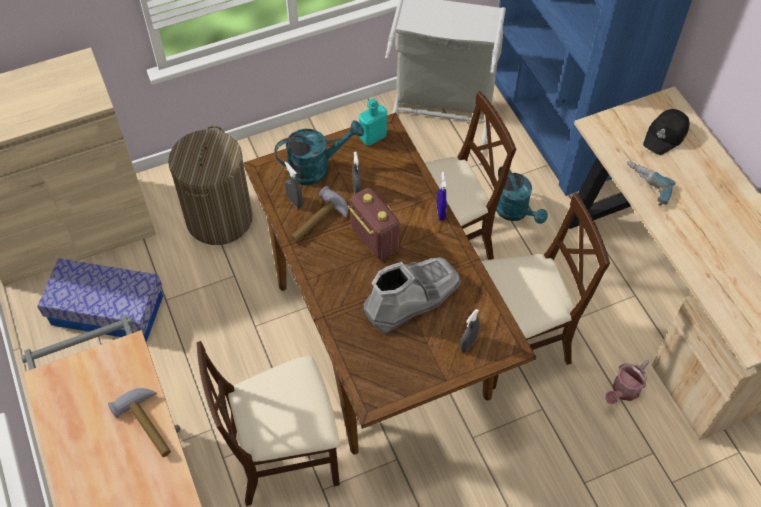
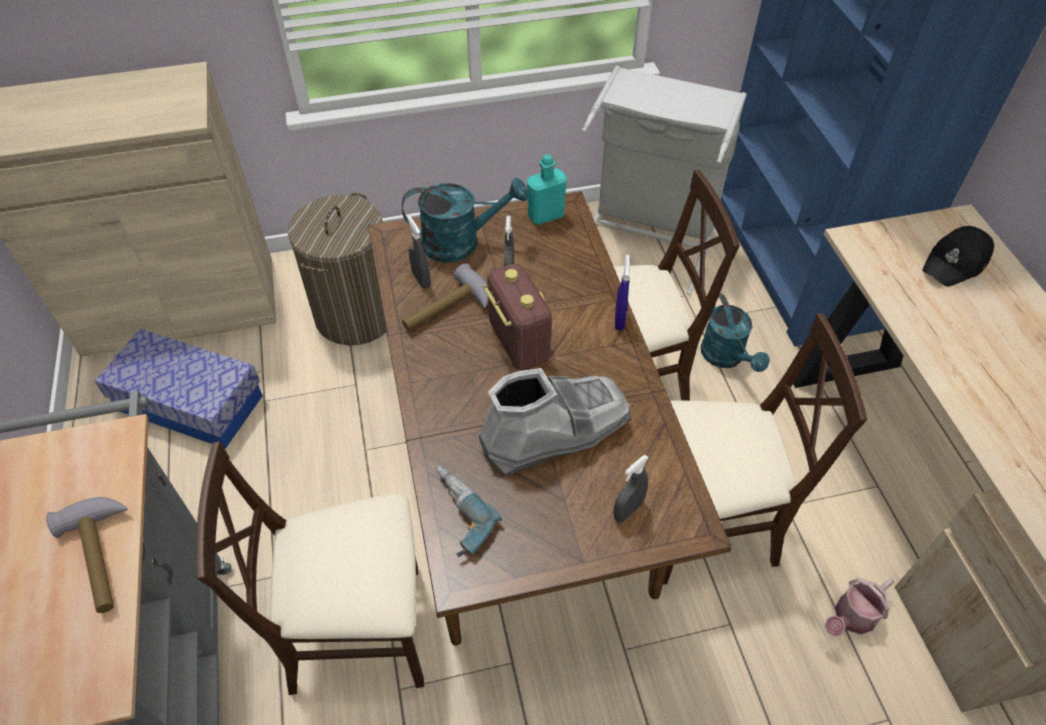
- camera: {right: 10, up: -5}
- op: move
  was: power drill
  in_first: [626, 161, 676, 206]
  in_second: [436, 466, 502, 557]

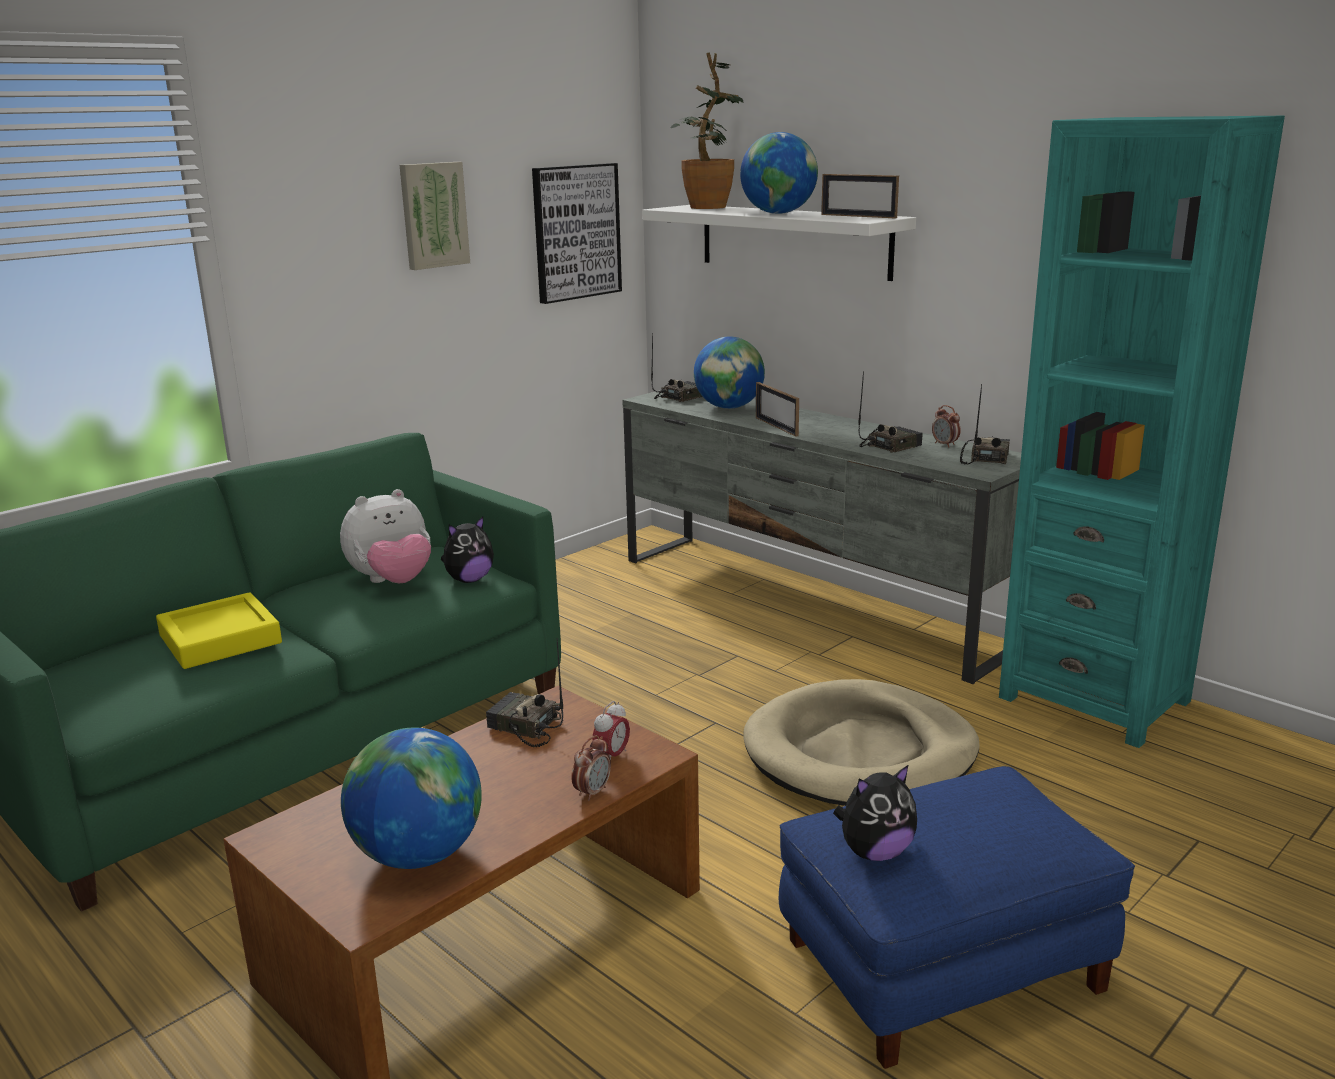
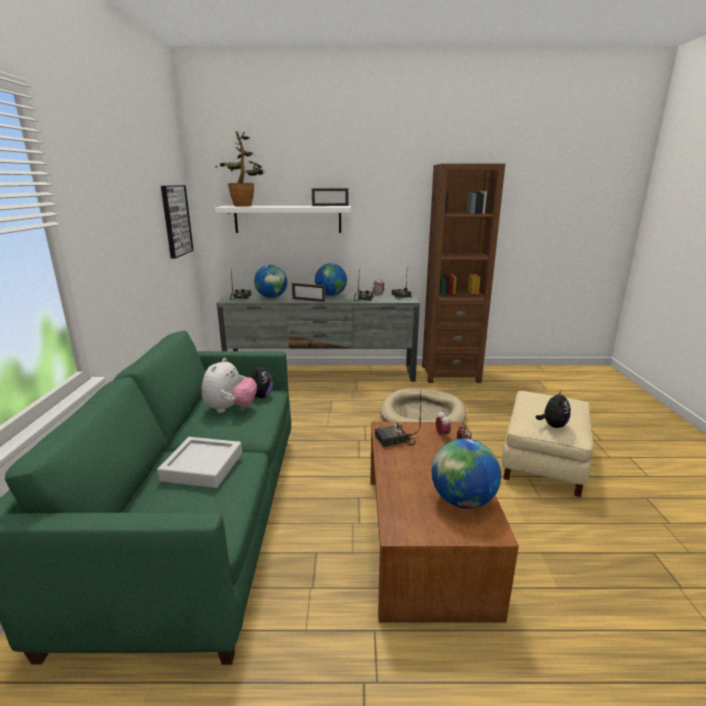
- camera: {right: -45, up: 0}
- op: recolor
  was: turquoise bookcase
  now: brown bookcase
  in_first: [999, 116, 1285, 748]
  in_second: [422, 164, 505, 383]
- op: move
  was: globe
  in_first: [740, 132, 818, 214]
  in_second: [315, 263, 347, 296]
- op: delete
  was: picture
  in_first: [400, 162, 470, 270]
- op: recolor
  was: yellow tray
  now: grey tray
  in_first: [156, 592, 282, 669]
  in_second: [157, 437, 242, 488]
- op: recolor
  was: blue ottoman
  now: beige ottoman
  in_first: [779, 766, 1135, 1069]
  in_second: [502, 391, 593, 497]

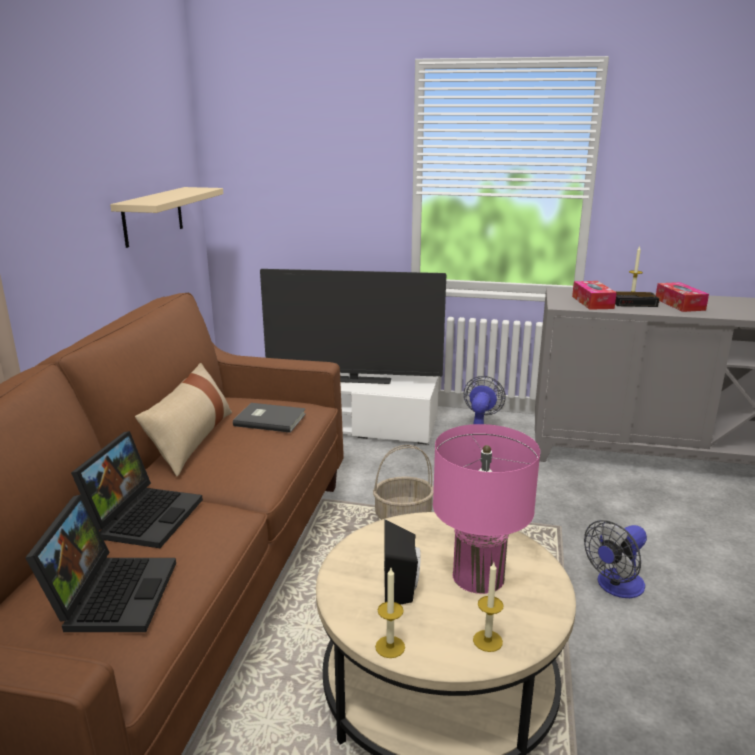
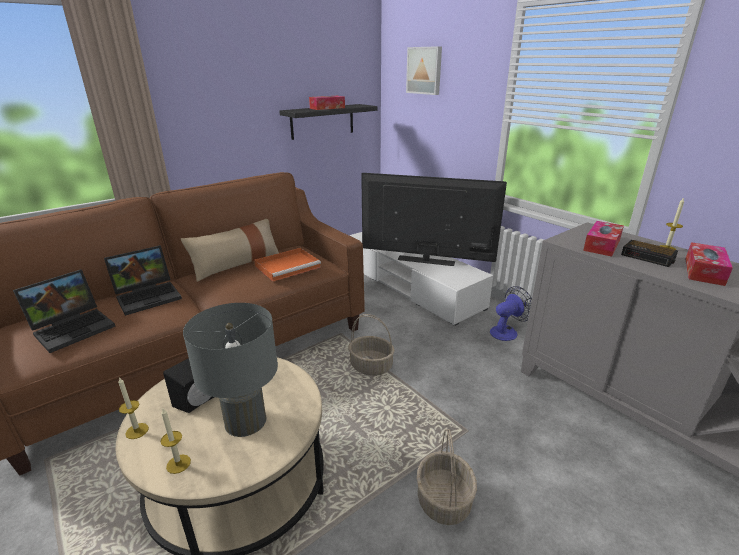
- camera: {right: 40, up: 5}
- op: recolor
  was: beige shelf
  now: black shelf
  in_first: [110, 187, 223, 248]
  in_second: [279, 104, 378, 140]
- op: rotate
  was: television
  in_first: [260, 269, 446, 384]
  in_second: [361, 173, 507, 266]
  clockwise: 150
- op: replace
  was: grey book
  now: orange tray
  in_first: [233, 403, 306, 433]
  in_second: [254, 248, 321, 281]
- op: recolor
  was: pink table lamp
  now: grey table lamp
  in_first: [433, 424, 540, 594]
  in_second: [183, 303, 278, 437]
- op: replace
  was: fan
  now: basket
  in_first: [584, 520, 647, 598]
  in_second: [417, 429, 477, 525]
- op: insert
  now: picture
  in_second: [406, 46, 442, 95]
- op: insert
  now: tissue box
  in_second: [309, 96, 345, 110]

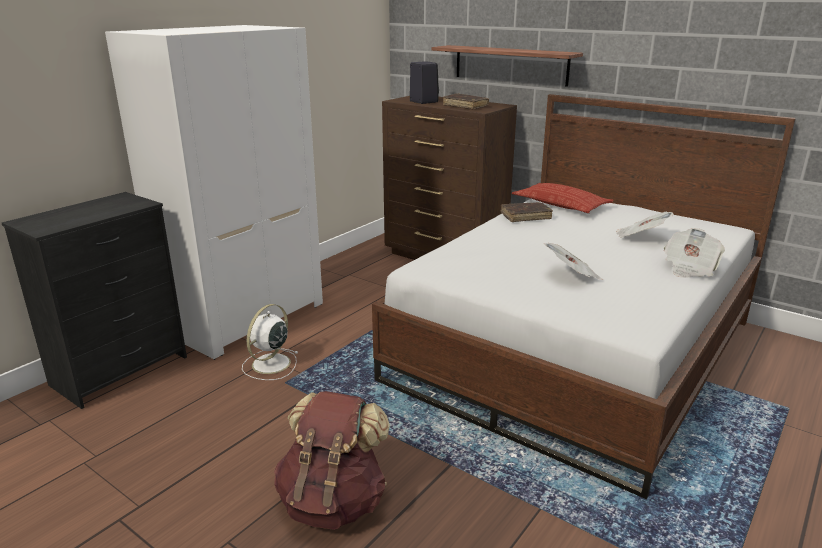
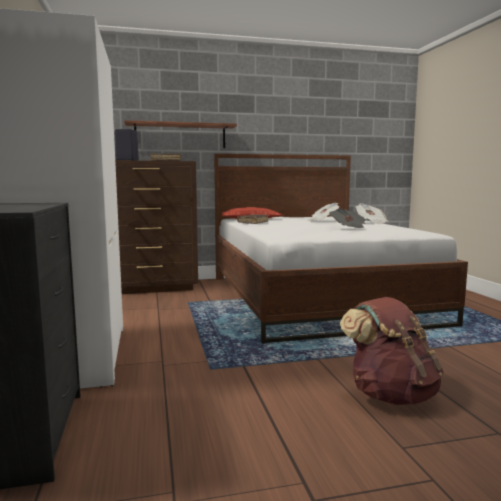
- camera: {right: -50, up: -15}
- op: delete
  was: white fan
  in_first: [242, 304, 299, 380]

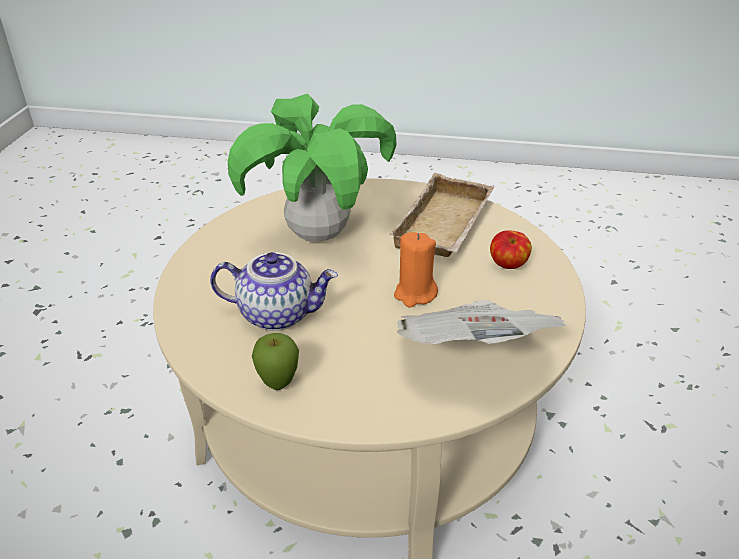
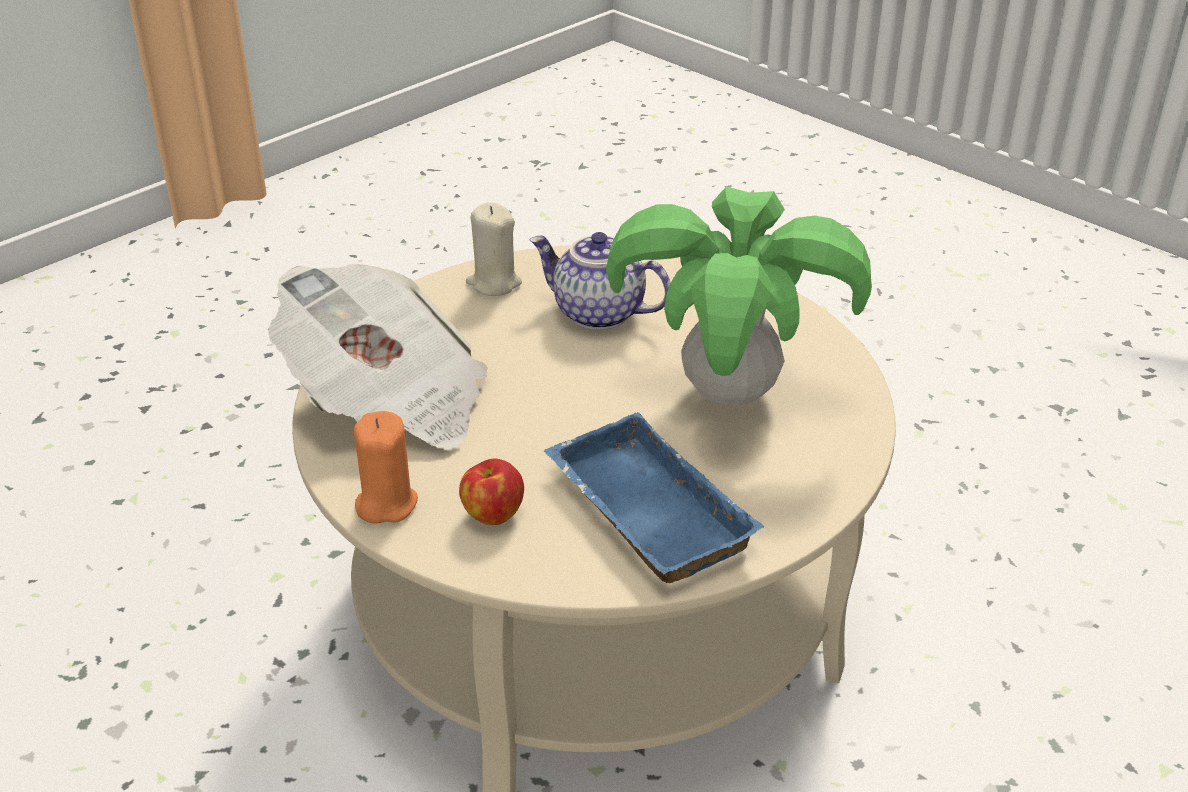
- camera: {right: 125, up: 0}
- op: recolor
  was: beige tray
  now: blue tray
  in_first: [389, 173, 494, 257]
  in_second: [544, 412, 764, 583]
- op: move
  was: orange candle
  in_first: [394, 232, 438, 307]
  in_second: [354, 411, 418, 524]
- op: rotate
  was: teapot
  in_first: [210, 252, 338, 331]
  in_second: [530, 232, 670, 330]
  clockwise: 75
- op: replace
  was: apple
  now: beige candle
  in_first: [252, 333, 299, 390]
  in_second: [466, 202, 522, 296]

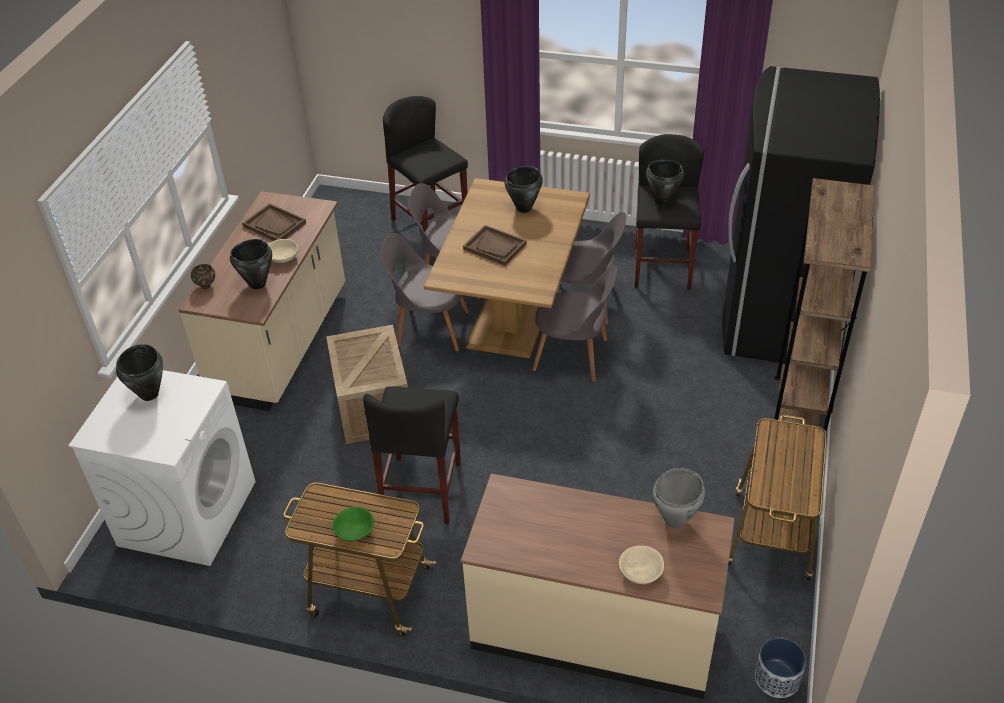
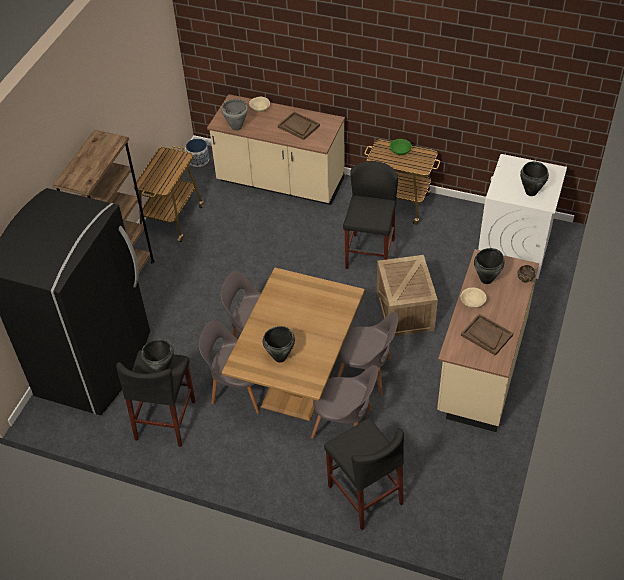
- camera: {right: -175, up: 5}
- op: move
  was: brown tray
  in_first: [463, 225, 527, 266]
  in_second: [278, 112, 320, 140]

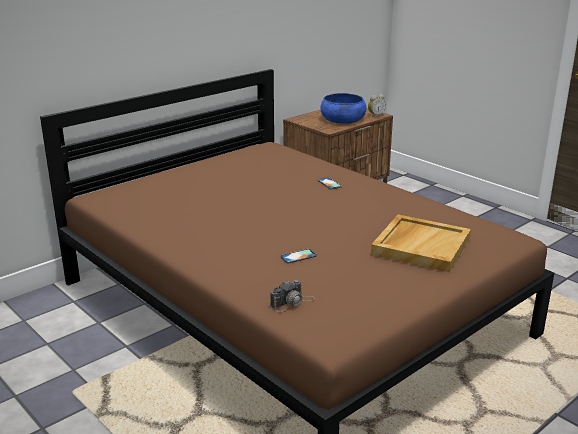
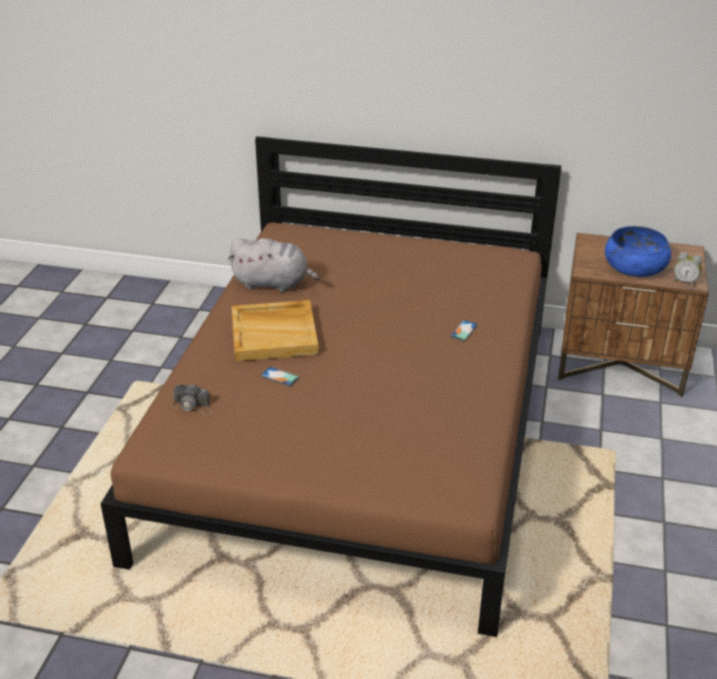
- camera: {right: 55, up: 10}
- op: move
  was: beige tray
  in_first: [371, 215, 471, 272]
  in_second: [231, 300, 319, 361]
- op: insert
  now: grey plush toy
  in_second: [228, 238, 320, 292]

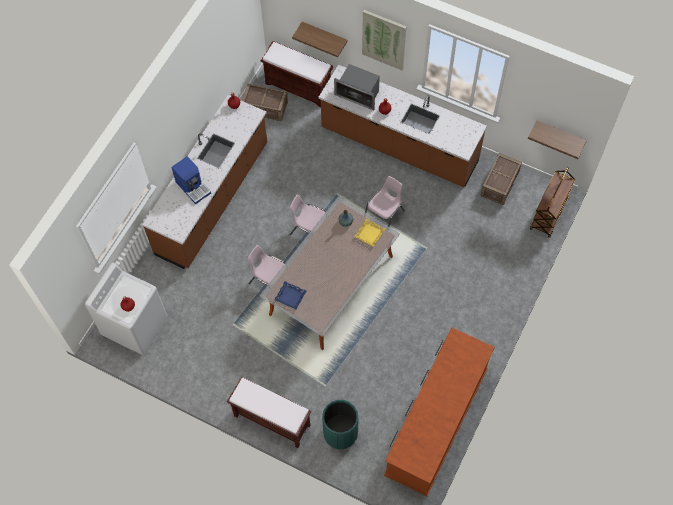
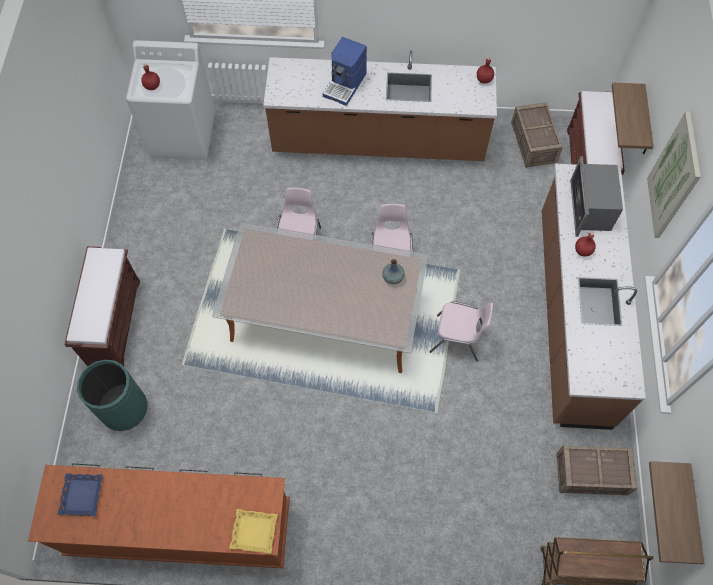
- camera: {right: 65, up: 0}
- op: move
  was: yellow tray
  in_first: [354, 218, 386, 247]
  in_second: [229, 509, 278, 554]
- op: move
  was: blue tray
  in_first: [274, 281, 306, 310]
  in_second: [57, 473, 103, 516]

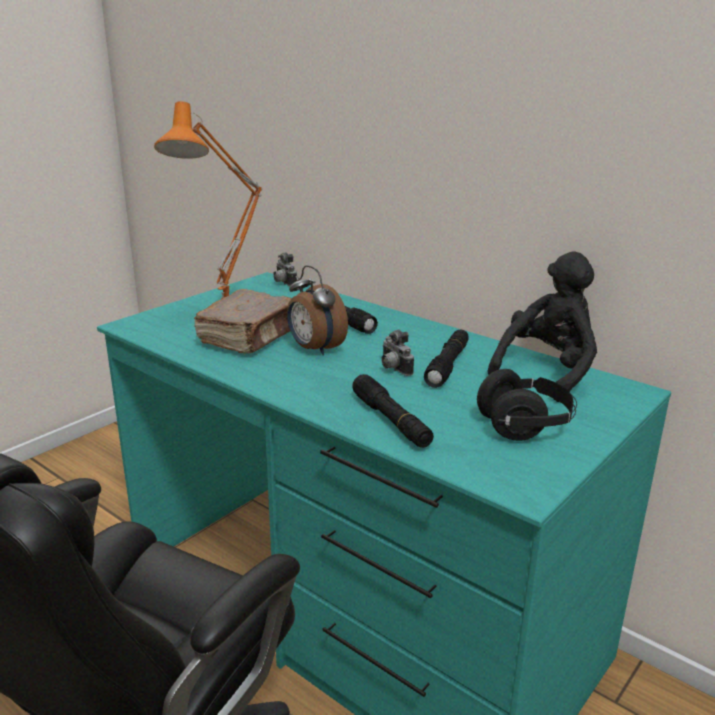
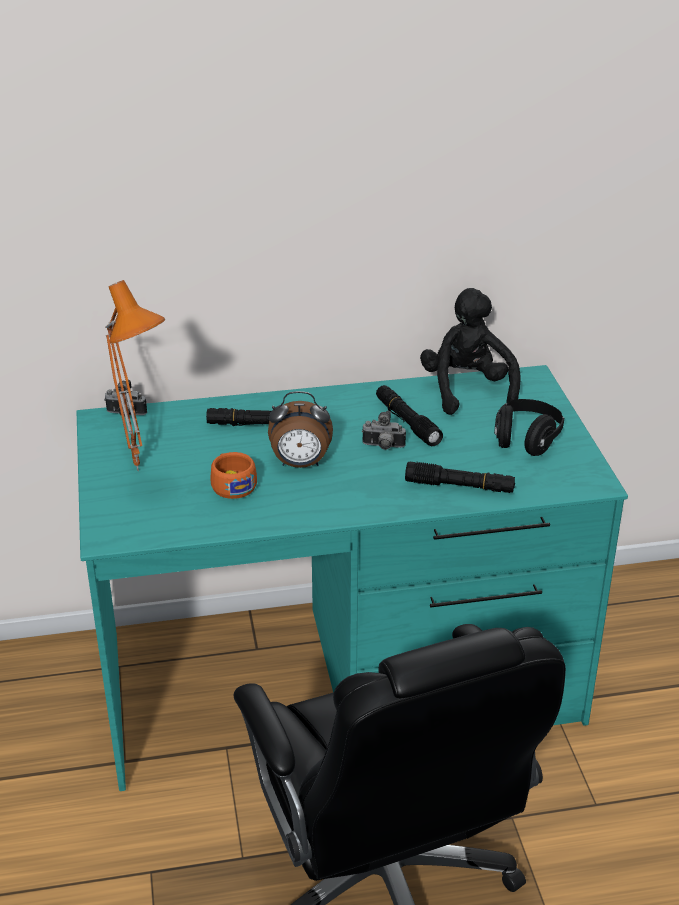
- camera: {right: -50, up: 10}
- op: replace
  was: brown book
  now: orange cup
  in_first: [194, 289, 292, 354]
  in_second: [211, 452, 257, 499]

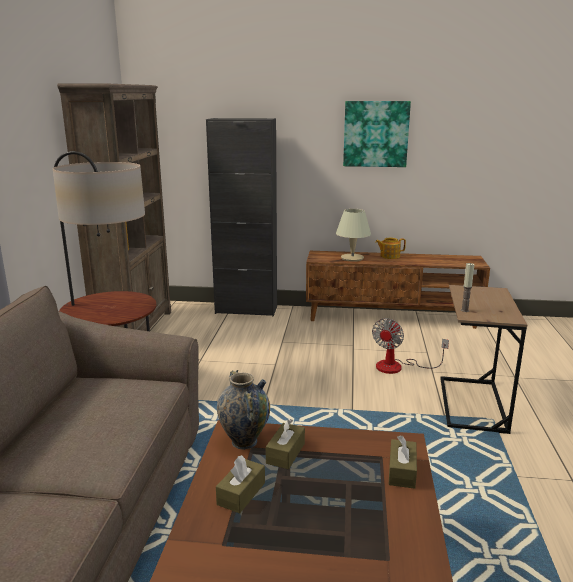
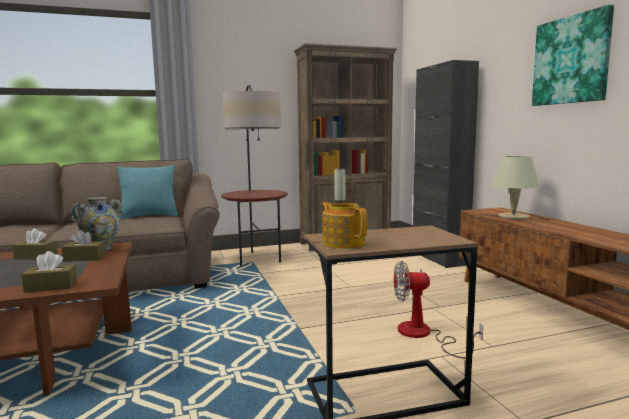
- camera: {right: 65, up: -10}
- op: move
  was: teapot
  in_first: [375, 238, 406, 259]
  in_second: [322, 202, 367, 249]
- op: insert
  now: turquoise pillow
  in_second: [117, 165, 178, 220]

